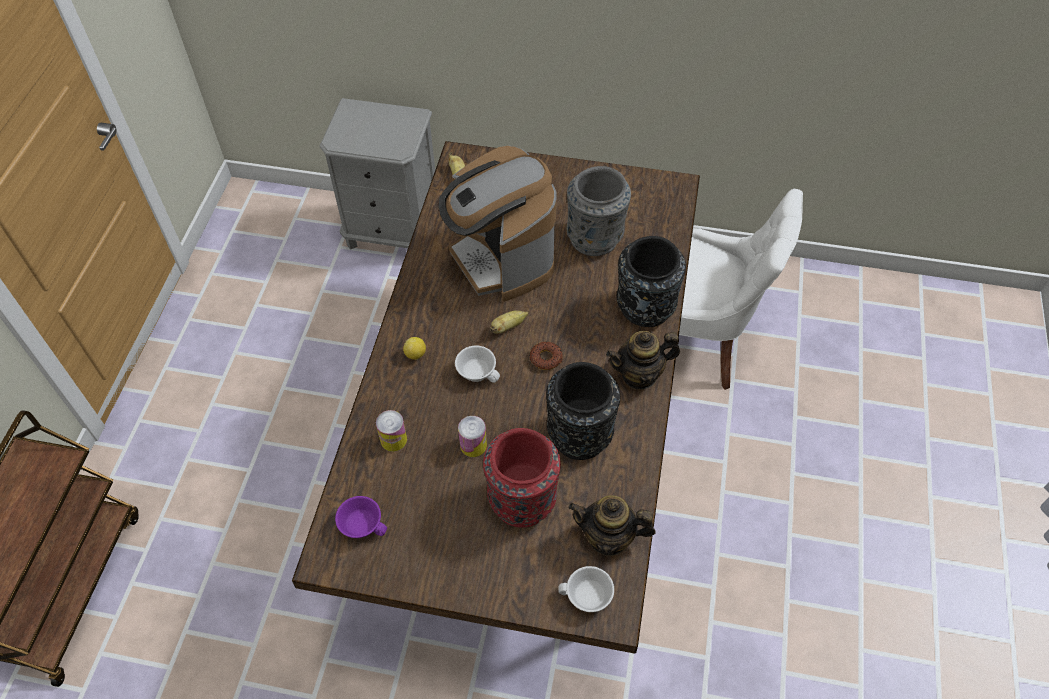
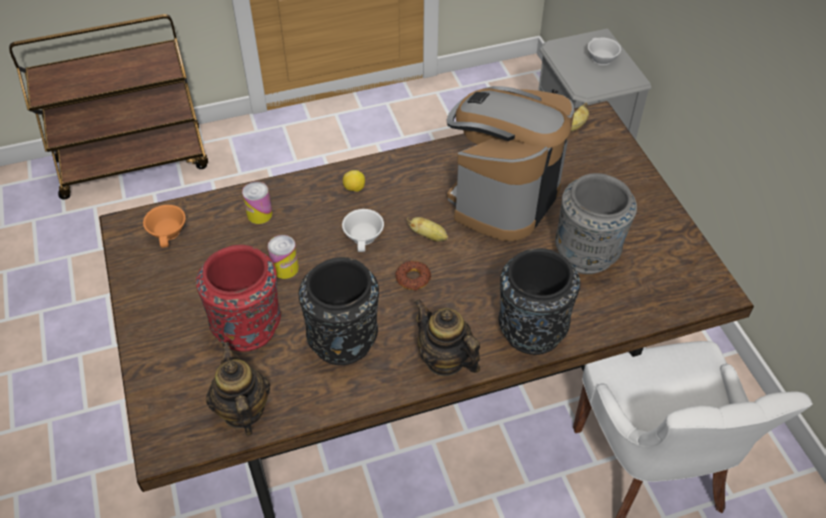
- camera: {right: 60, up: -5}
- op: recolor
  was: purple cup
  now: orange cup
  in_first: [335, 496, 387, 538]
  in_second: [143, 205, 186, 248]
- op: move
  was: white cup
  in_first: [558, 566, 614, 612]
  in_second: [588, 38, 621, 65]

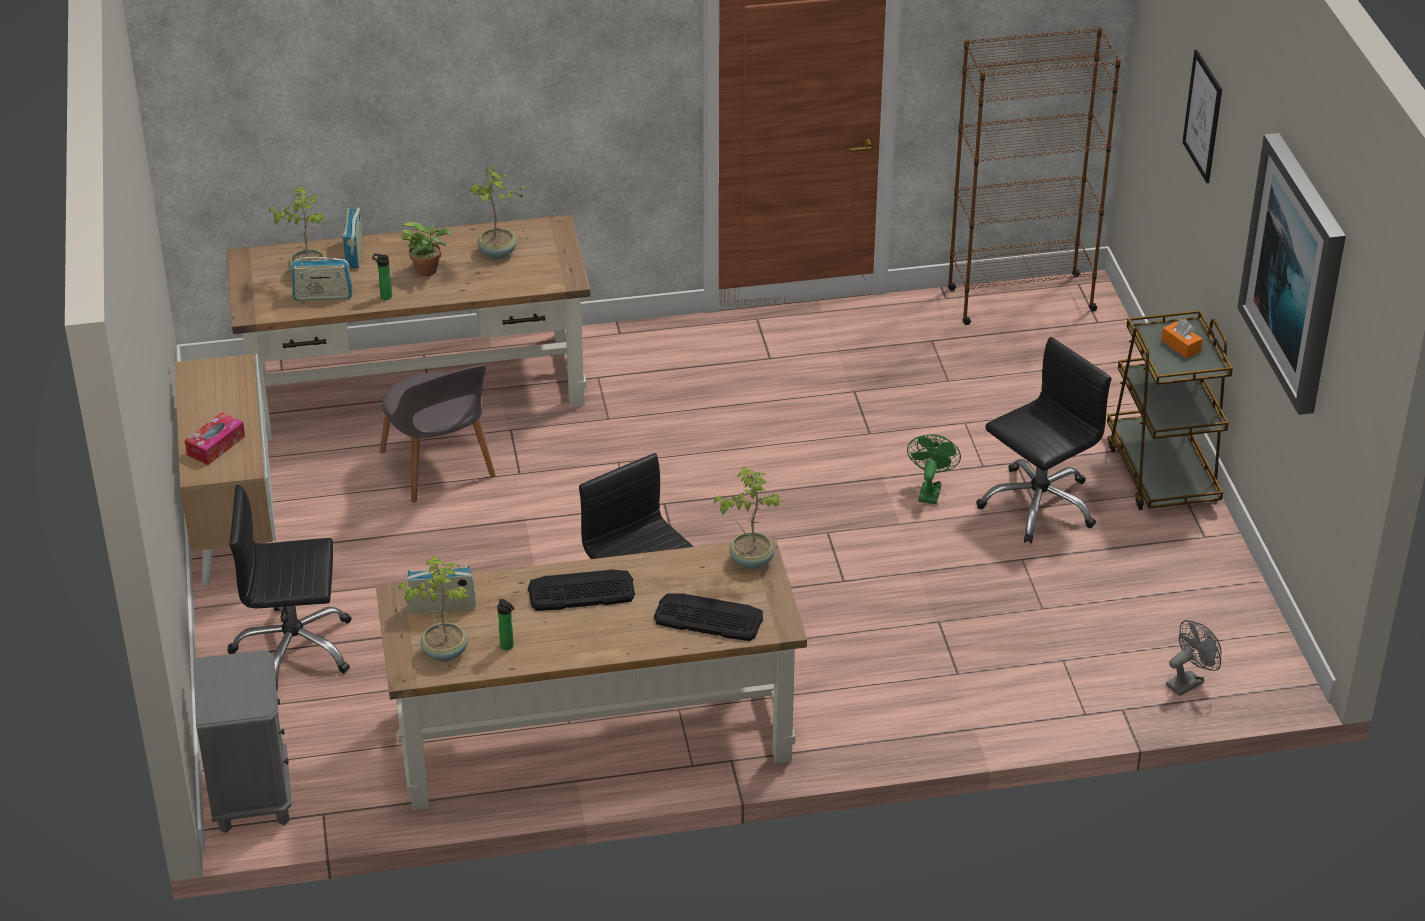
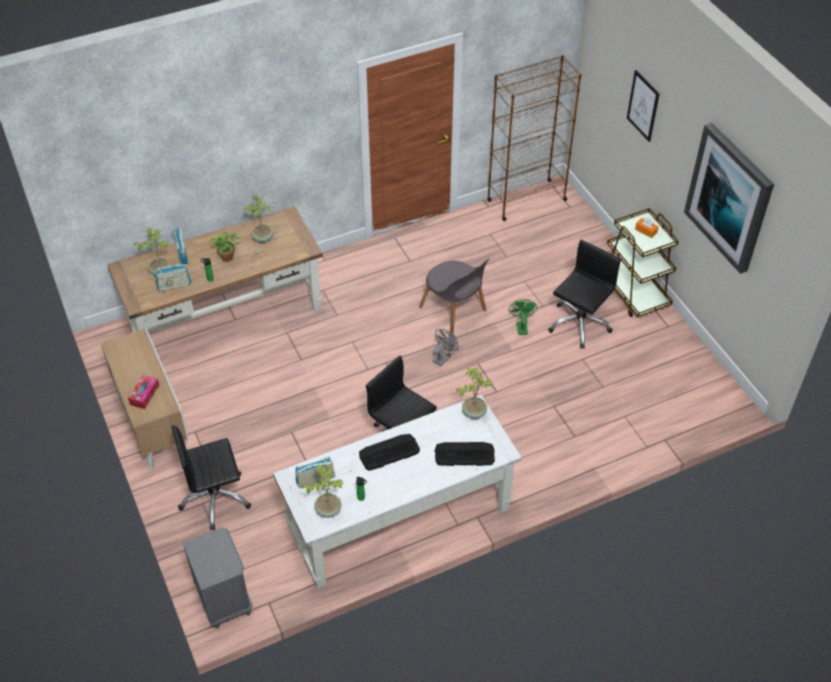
- camera: {right: -15, up: 10}
- op: move
  was: grey chair
  in_first: [380, 365, 496, 503]
  in_second: [419, 259, 490, 334]
- op: recolor
  was: brown desk
  now: white desk
  in_first: [376, 537, 807, 811]
  in_second: [273, 394, 522, 589]
- op: move
  was: grey fan
  in_first: [1166, 620, 1222, 696]
  in_second: [433, 329, 459, 366]

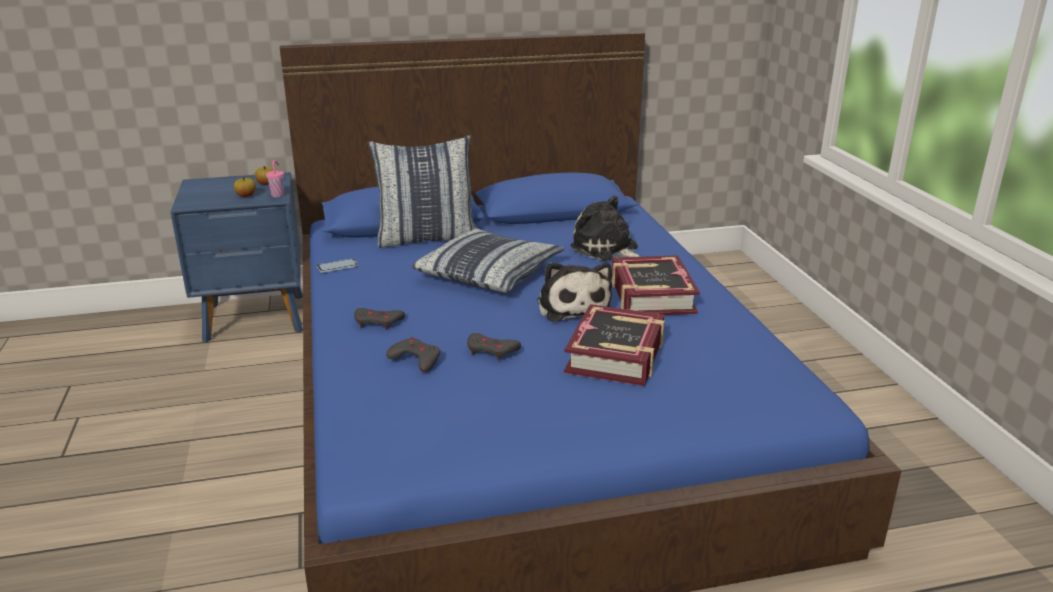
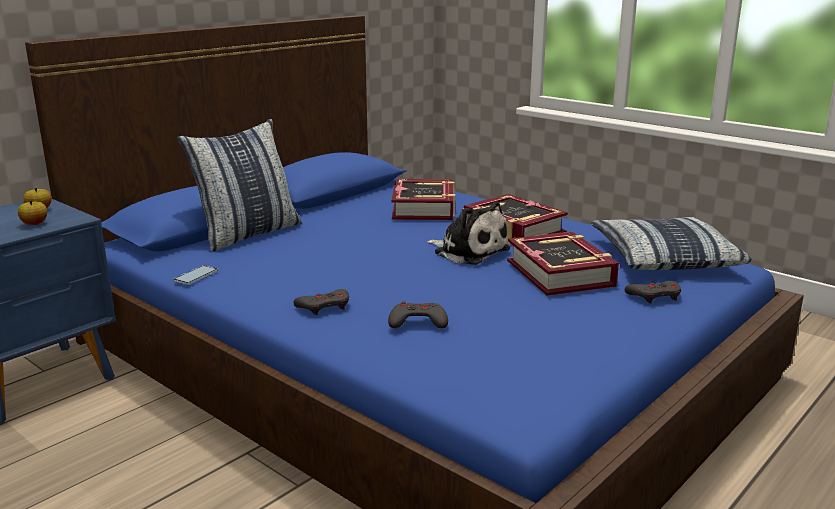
- camera: {right: -35, up: -5}
- op: delete
  was: pink cup
  in_first: [266, 160, 284, 198]
- op: replace
  was: plush toy
  now: book
  in_first: [571, 195, 642, 261]
  in_second: [392, 179, 455, 220]
- op: move
  was: pillow
  in_first: [412, 228, 565, 293]
  in_second: [590, 217, 752, 270]
- op: move
  was: grey game controller
  in_first: [467, 333, 521, 360]
  in_second: [625, 281, 681, 303]

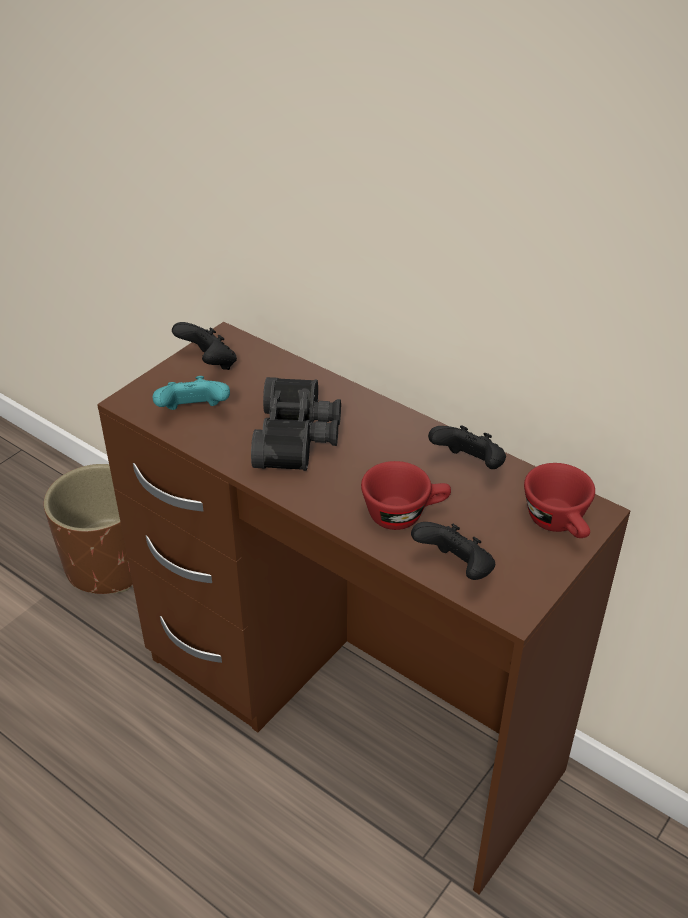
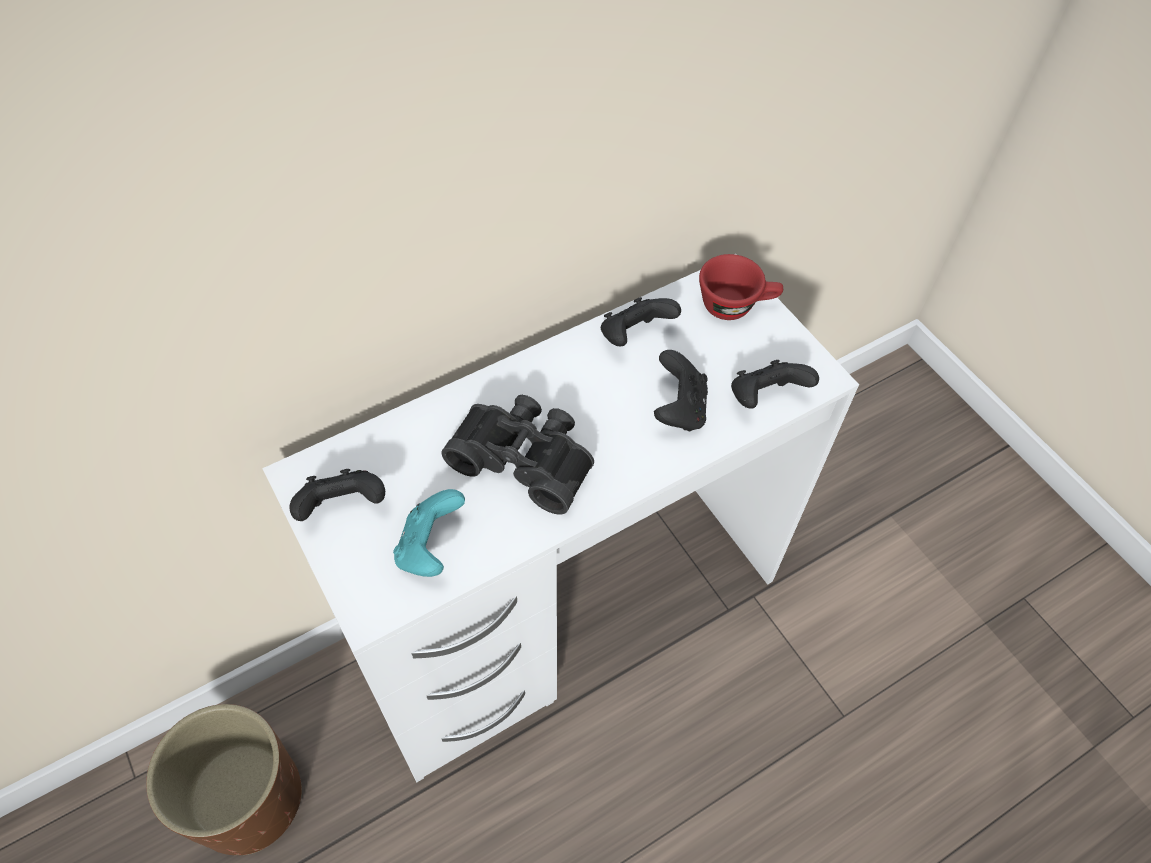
- camera: {right: -70, up: 15}
- op: recolor
  was: brown desk
  now: white desk
  in_first: [97, 322, 631, 894]
  in_second: [262, 254, 859, 783]
- op: replace
  was: red cup
  now: black game controller
  in_first: [361, 461, 451, 530]
  in_second: [654, 350, 708, 431]

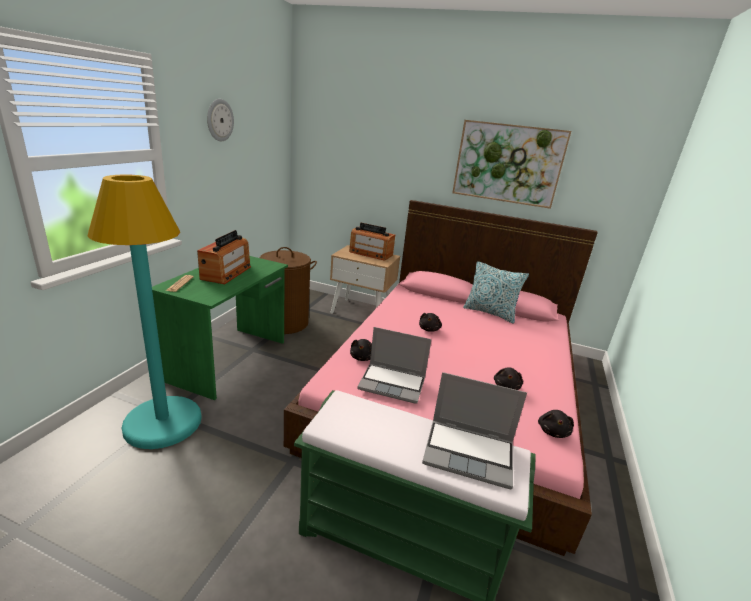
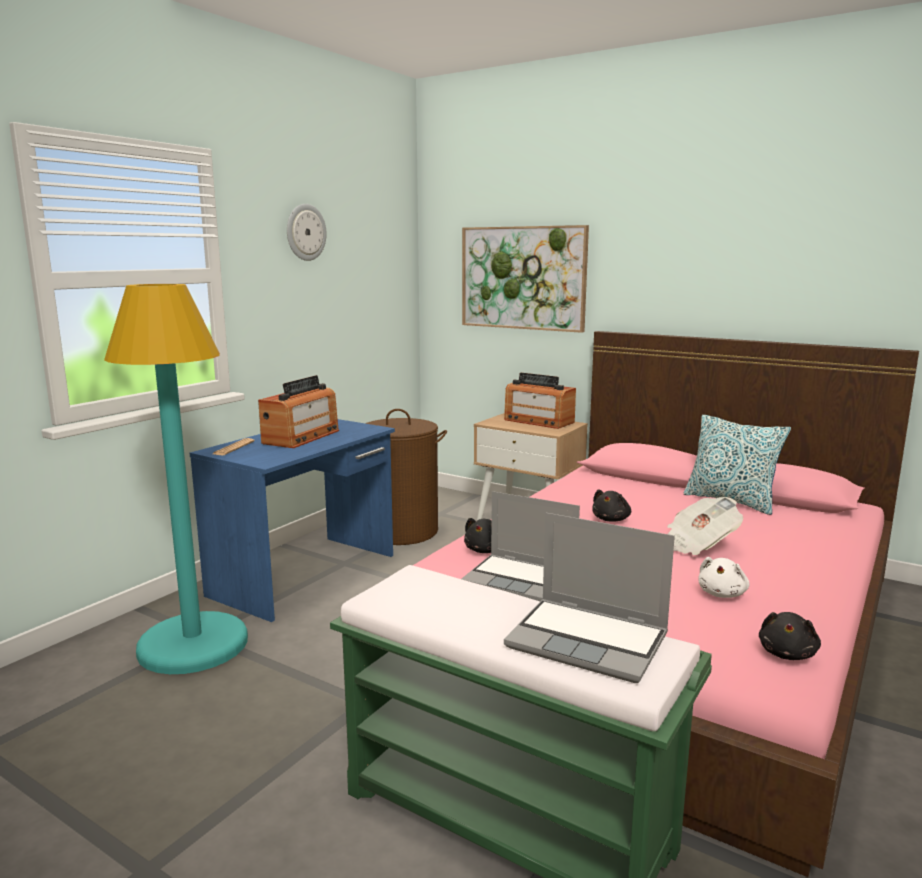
- camera: {right: 15, up: -10}
- op: move
  was: picture
  in_first: [452, 120, 571, 209]
  in_second: [462, 225, 589, 333]
- op: recolor
  was: green desk
  now: blue desk
  in_first: [152, 256, 288, 400]
  in_second: [190, 419, 395, 622]
- op: recolor
  was: black plush toy
  now: white plush toy
  in_first: [494, 367, 523, 390]
  in_second: [698, 557, 750, 598]
- op: insert
  now: newspaper
  in_second: [667, 497, 743, 555]

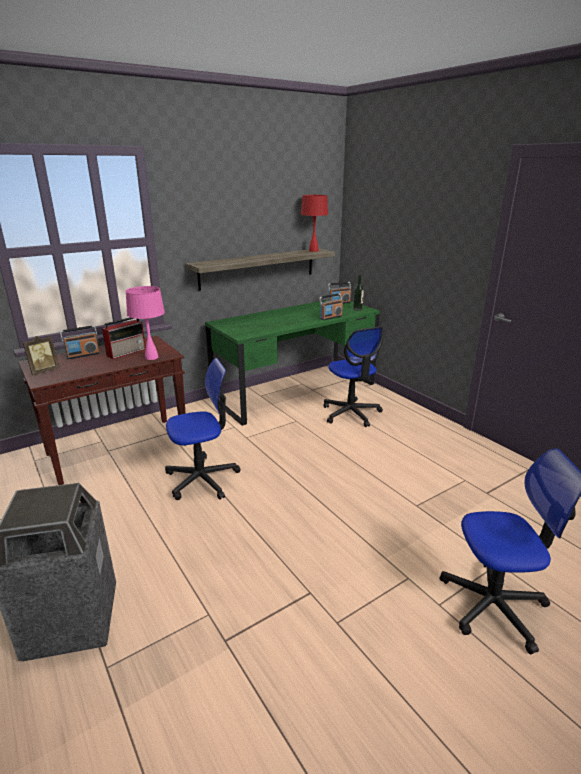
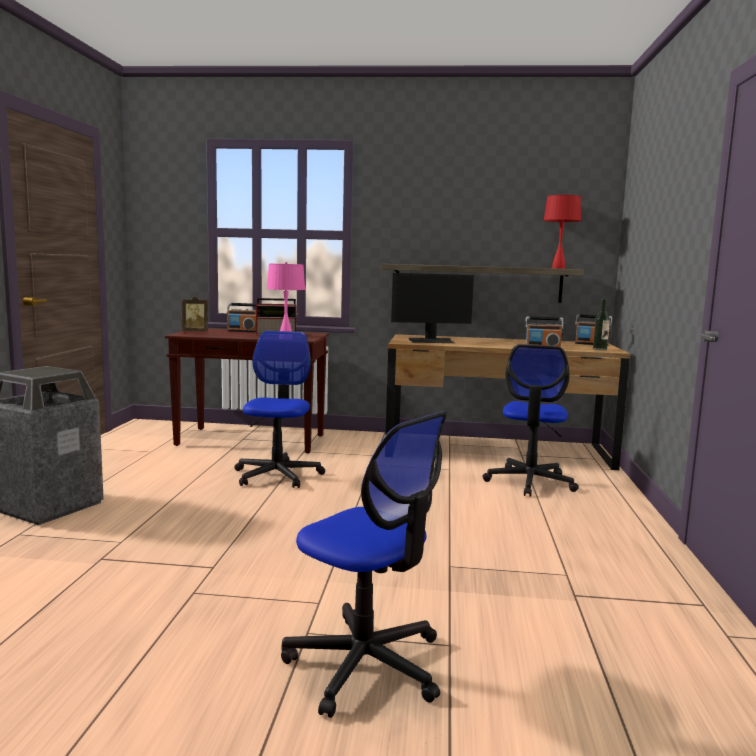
- camera: {right: 40, up: -15}
- op: recolor
  was: green desk
  now: brown desk
  in_first: [205, 300, 380, 426]
  in_second: [386, 334, 630, 470]
- op: rotate
  was: office chair
  in_first: [165, 358, 241, 500]
  in_second: [235, 331, 325, 488]
  clockwise: -105
- op: insert
  now: monitor
  in_second: [391, 273, 474, 343]

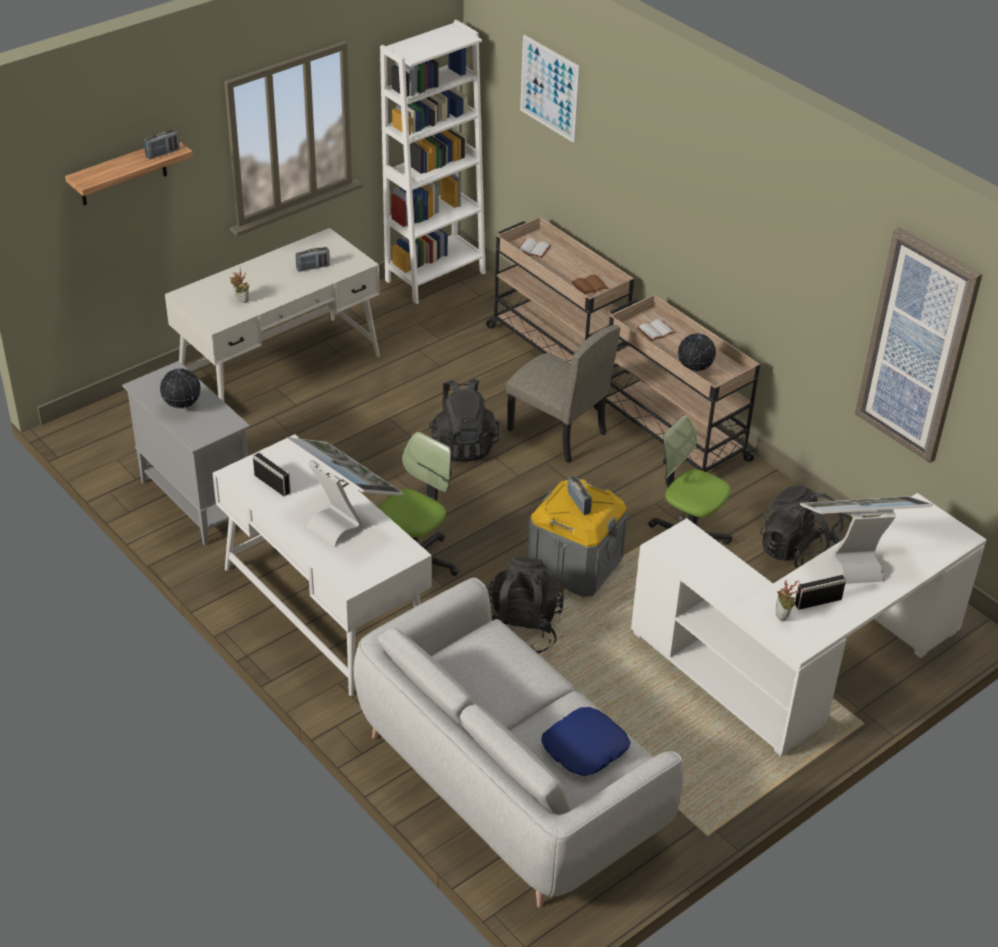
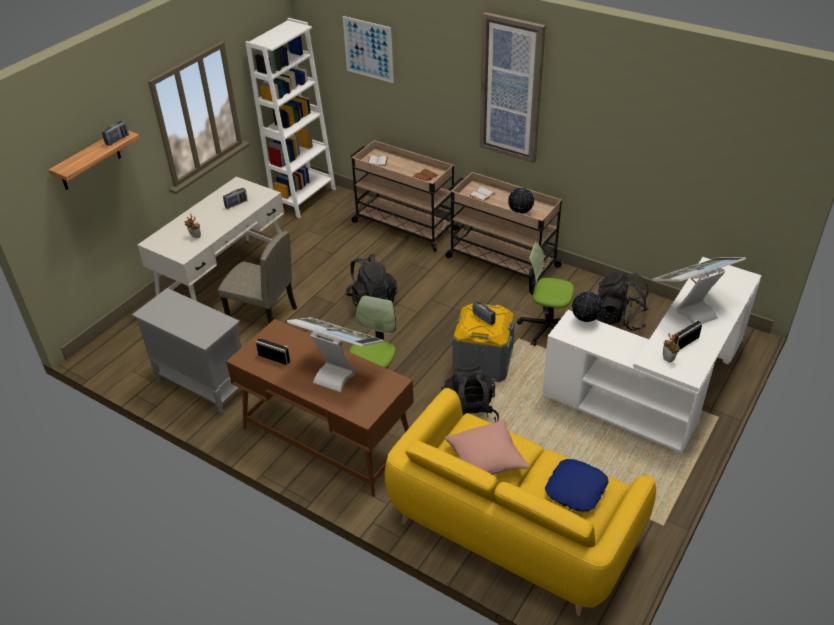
- camera: {right: -15, up: 0}
- op: move
  was: picture
  in_first: [855, 228, 982, 463]
  in_second: [480, 12, 546, 163]
- op: move
  was: beige chair
  in_first: [506, 325, 620, 463]
  in_second: [218, 231, 297, 323]
- op: move
  was: globe
  in_first: [160, 368, 201, 408]
  in_second: [572, 292, 603, 322]
- op: recolor
  was: white desk
  now: brown desk
  in_first: [213, 434, 432, 696]
  in_second: [226, 319, 414, 497]
- op: recolor
  was: grey sofa
  now: yellow sofa
  in_first: [354, 578, 684, 908]
  in_second: [385, 388, 656, 616]
- op: insert
  now: pink pillow
  in_second: [445, 419, 530, 475]

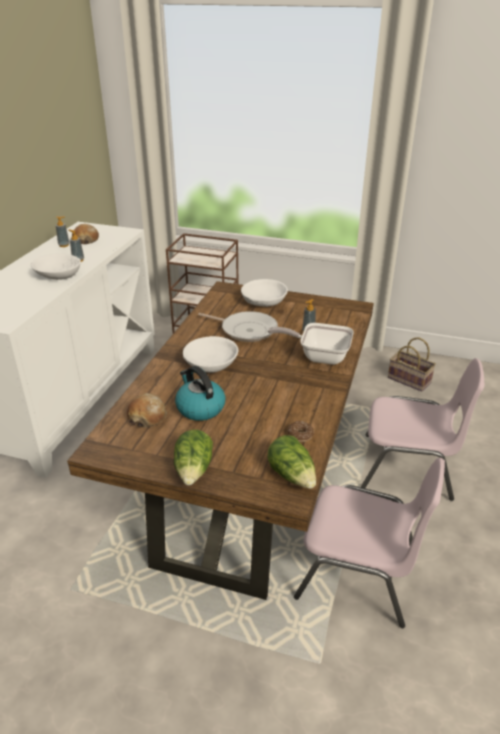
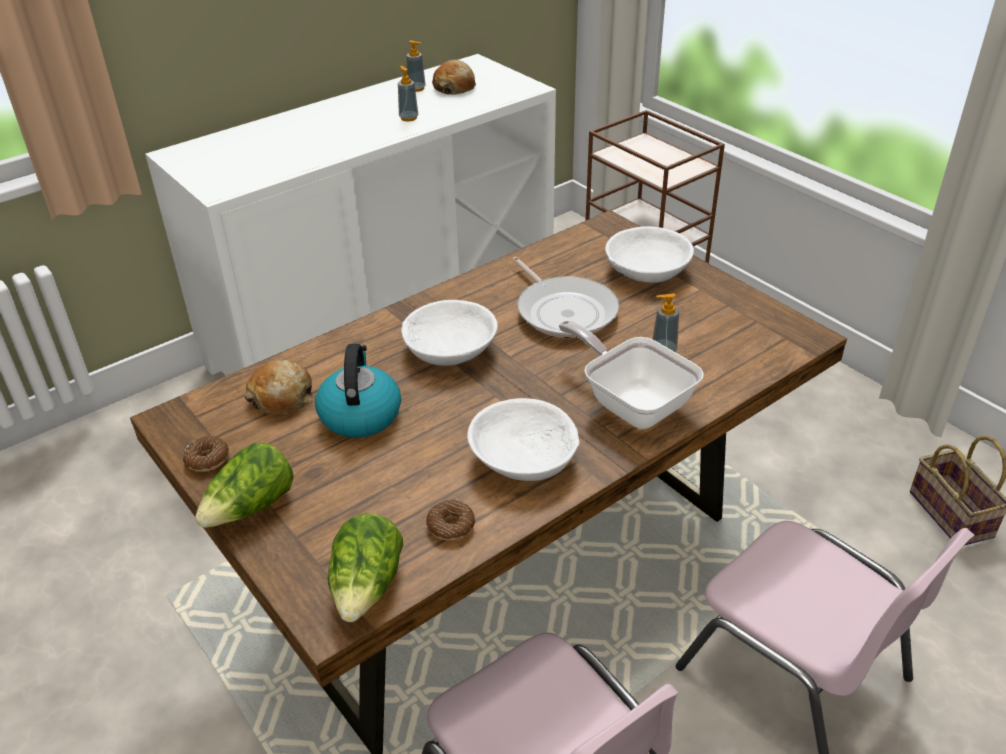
- camera: {right: 35, up: 5}
- op: move
  was: white bowl
  in_first: [31, 253, 81, 280]
  in_second: [467, 398, 580, 481]
- op: insert
  now: donut
  in_second: [183, 436, 229, 472]

